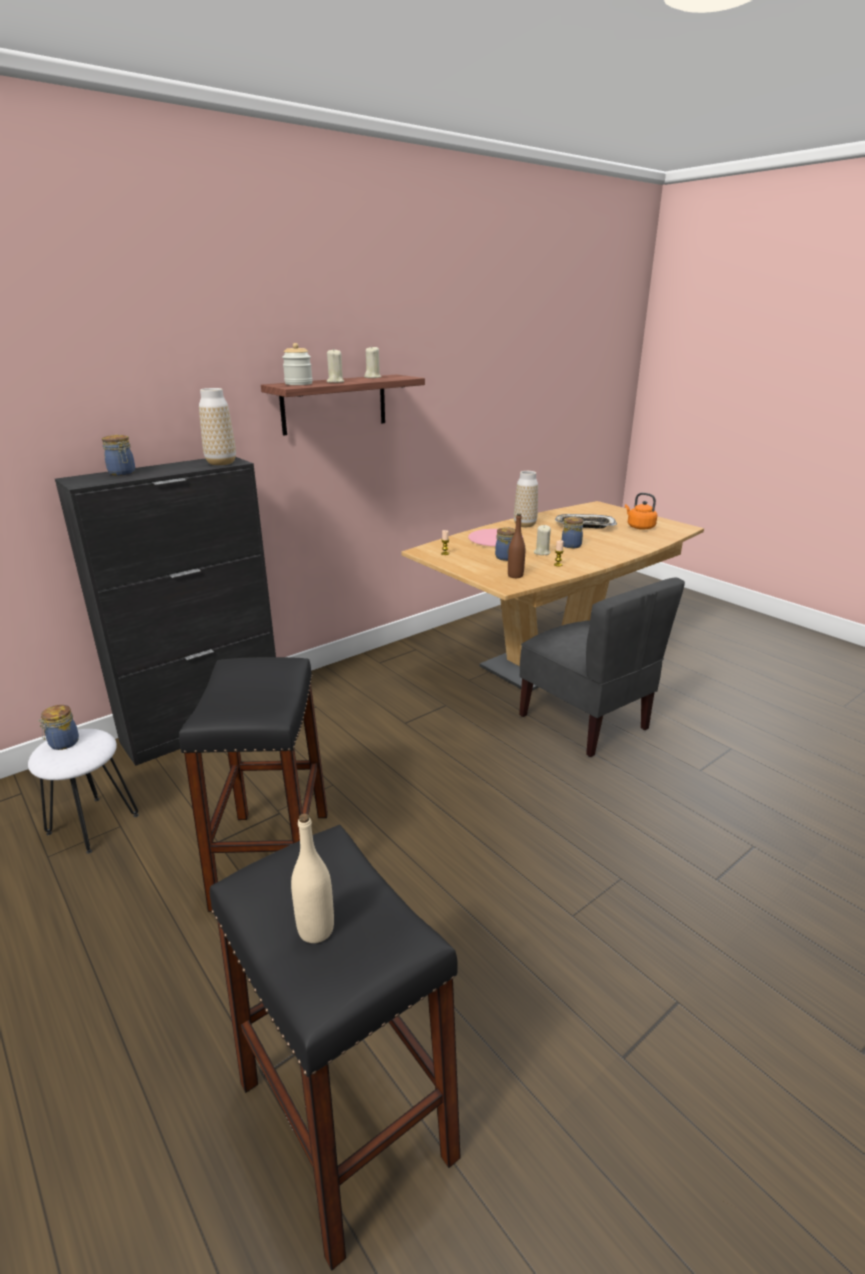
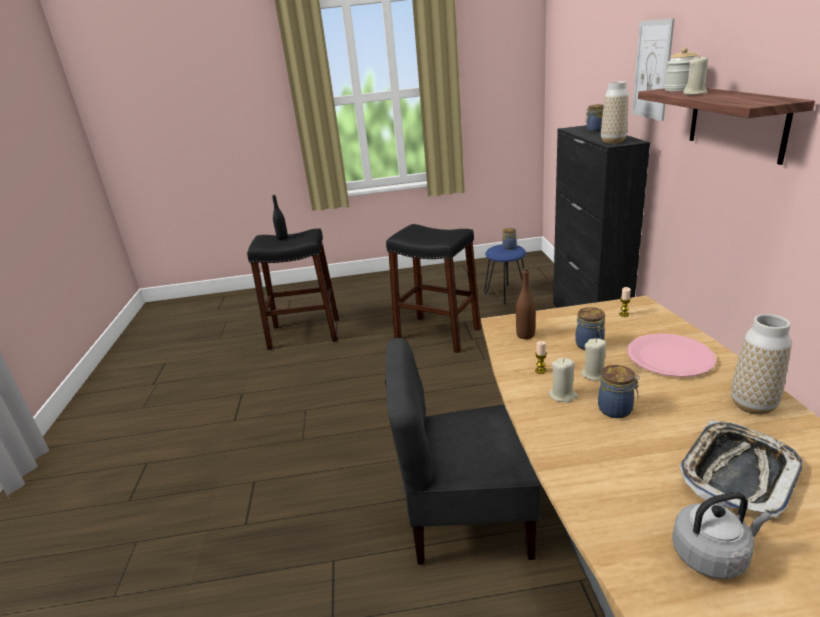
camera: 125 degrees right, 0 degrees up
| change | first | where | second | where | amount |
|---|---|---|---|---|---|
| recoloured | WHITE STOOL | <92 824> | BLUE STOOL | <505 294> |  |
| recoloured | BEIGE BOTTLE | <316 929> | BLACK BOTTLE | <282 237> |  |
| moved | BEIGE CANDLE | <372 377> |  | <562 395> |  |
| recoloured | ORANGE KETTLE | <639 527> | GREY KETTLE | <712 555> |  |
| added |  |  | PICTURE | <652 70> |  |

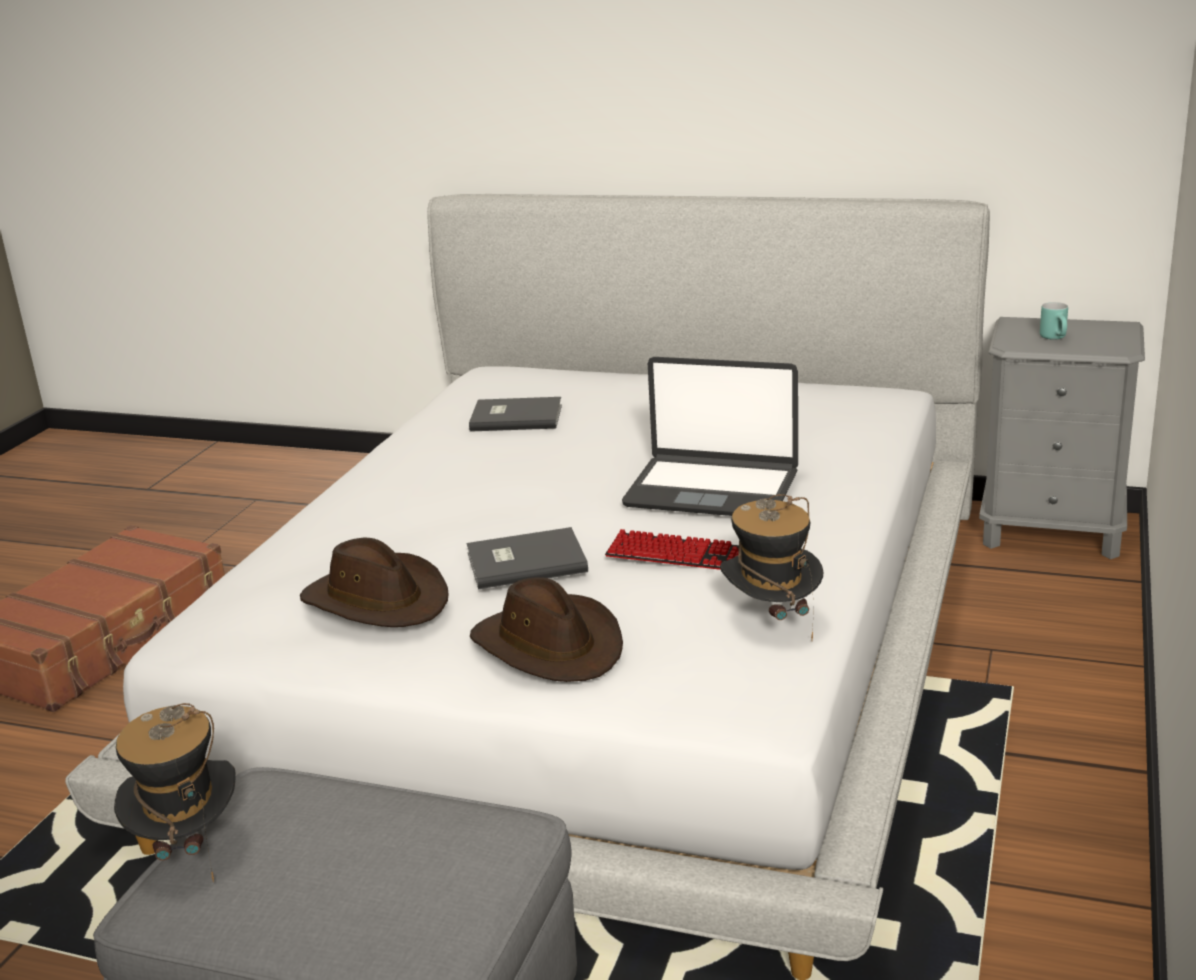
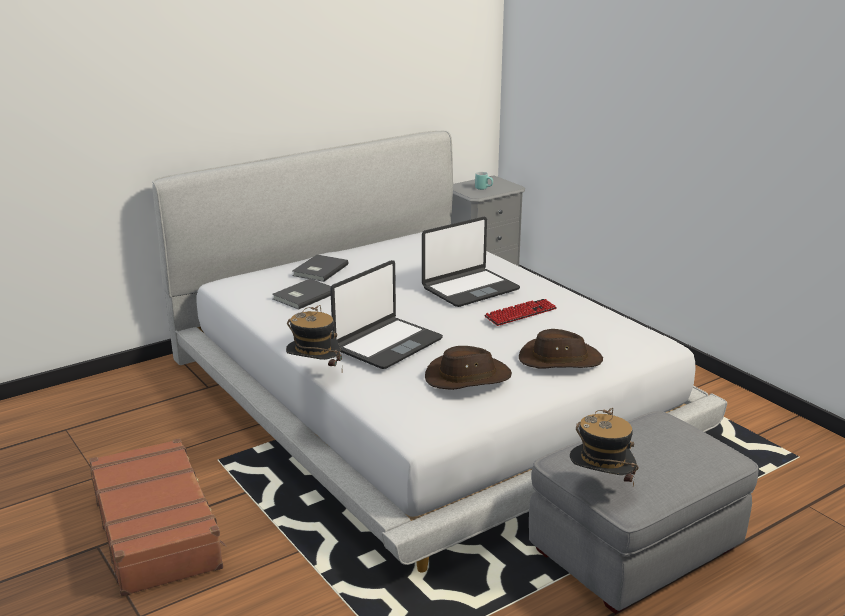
camera: 55 degrees left, 0 degrees up
| change | first | where | second | where | amount |
|---|---|---|---|---|---|
| moved | GREY BOOK | <524 561> |  | <319 270> |  |
| moved | HAT | <772 622> |  | <314 374> |  |
| added |  |  | LAPTOP | <387 344> |  |

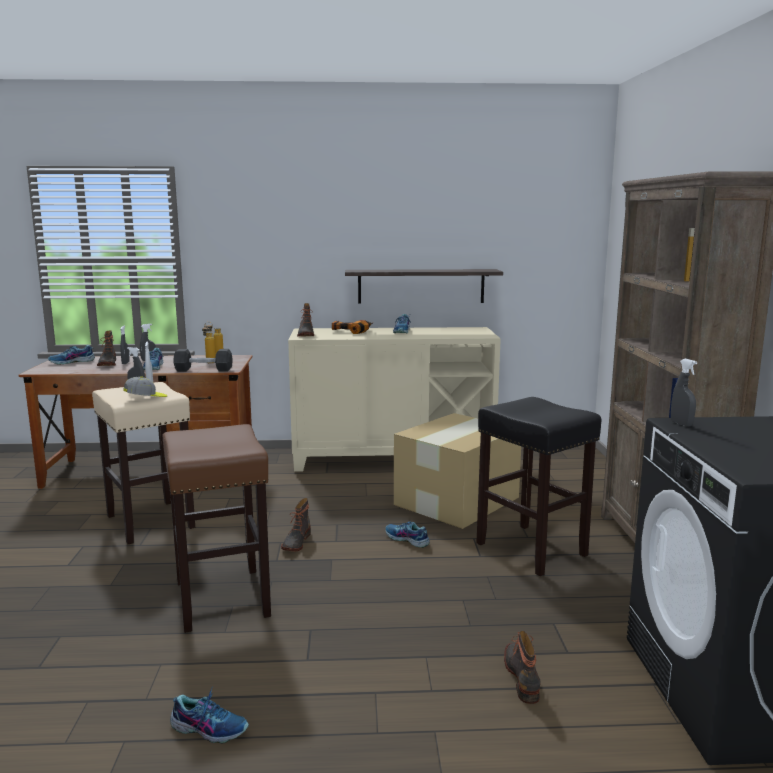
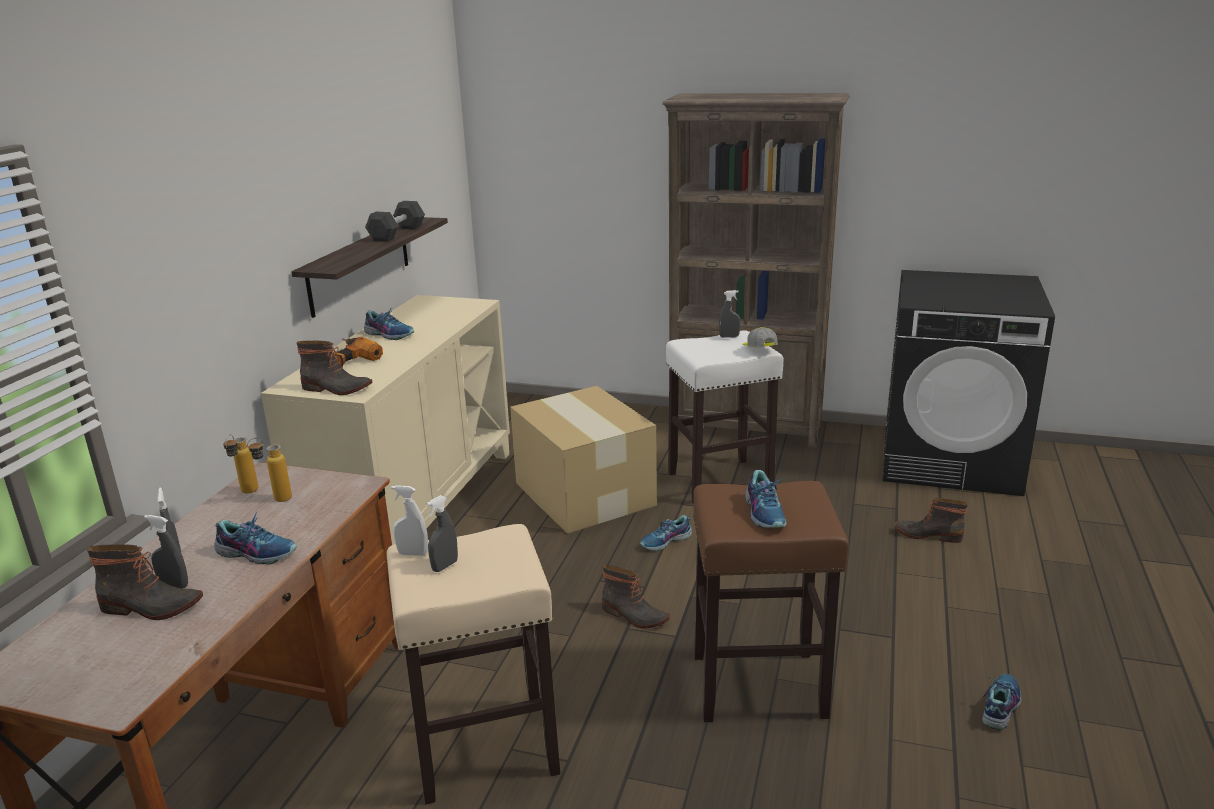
camera: 70 degrees left, 10 degrees up
| change | first | where | second | where | amount |
|---|---|---|---|---|---|
| moved | SHOE | <72 362> |  | <765 512> |  |
| moved | CAP | <146 398> |  | <759 349> |  |
| moved | BLACK DUMBBELL | <203 370> |  | <397 233> |  |
| recoloured | BLACK STOOL | <532 549> | WHITE STOOL | <721 481> |  |
| moved | GREY SPRAY BOTTLE | <681 424> |  | <729 337> |  |

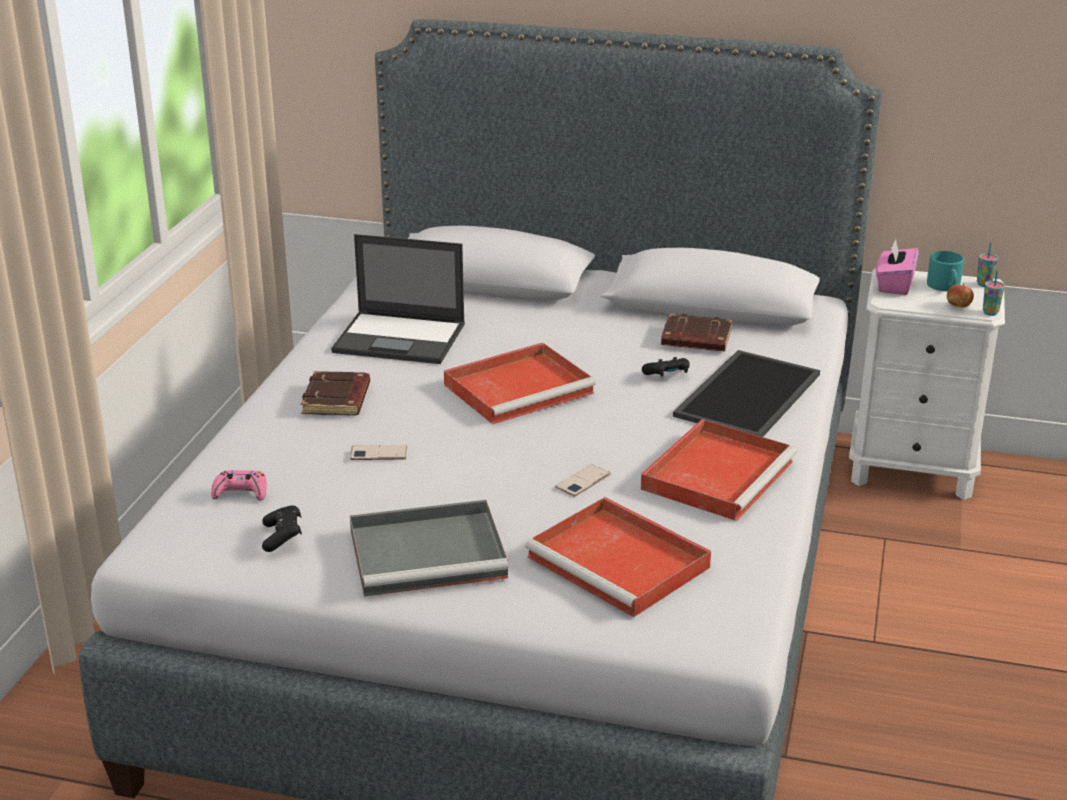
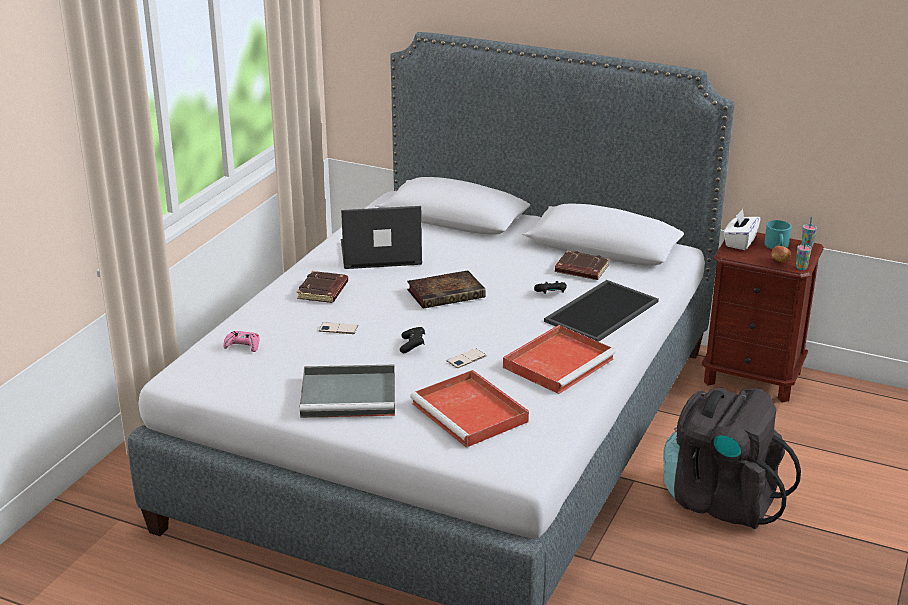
camera: 10 degrees right, 0 degrees up
| change | first | where | second | where | amount |
|---|---|---|---|---|---|
| moved | BLACK GAME CONTROLLER | <282 537> |  | <412 345> |  |
| turned | LAPTOP | <401 338> |  | <379 253> | 150 degrees clockwise |
| replaced | RED TRAY | <520 388> | BOOK | <447 293> |  |
| recoloured | WHITE NIGHTSTAND | <912 470> | BROWN NIGHTSTAND | <752 378> |  |
| recoloured | PINK TISSUE BOX | <894 285> | WHITE TISSUE BOX | <739 242> |  |
| added |  |  | BLACK BACKPACK | <721 500> |  |

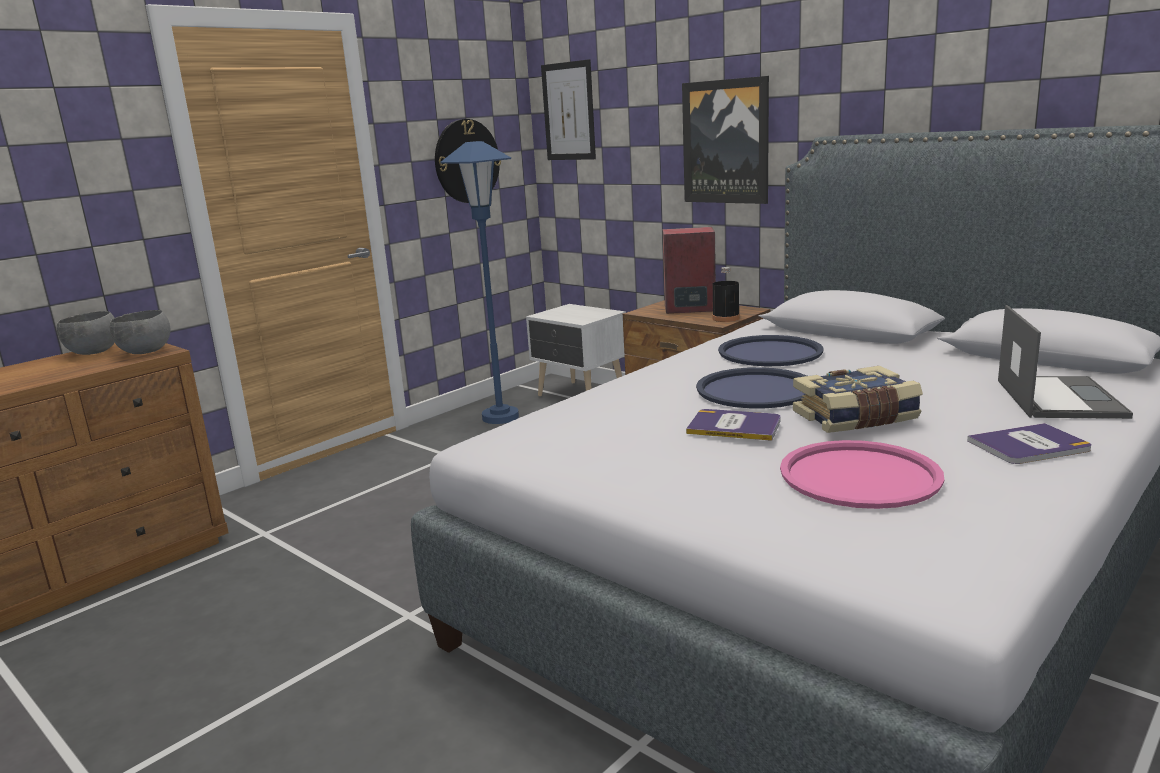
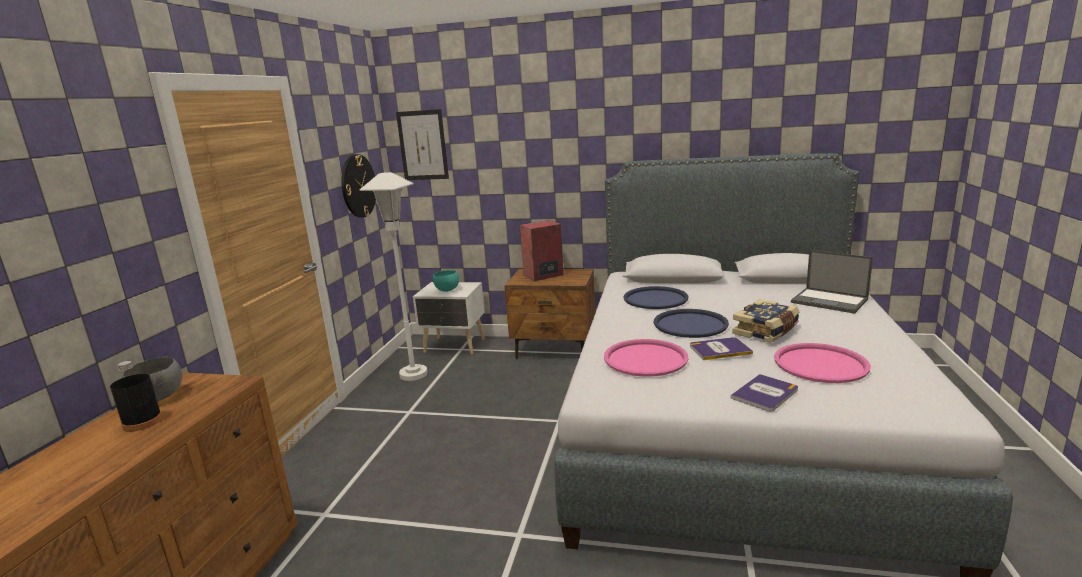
camera: 30 degrees left, 0 degrees up
| change | first | where | second | where | amount |
|---|---|---|---|---|---|
| removed | GREY BOWL | <145 352> |  |  |  |
| recoloured | BLUE FLOOR LAMP | <500 417> | WHITE FLOOR LAMP | <413 374> |  |
| removed | PICTURE | <726 142> |  |  |  |
| moved | BLACK BOTTLE | <726 318> |  | <142 422> |  |
| moved | BOOK | <1029 446> |  | <765 394> |  |
| turned | LAPTOP | <1058 398> |  | <830 301> | 150 degrees clockwise |
| added |  |  | TURQUOISE BOWL | <446 290> |  |
| added |  |  | PINK TRAY | <645 359> |  |

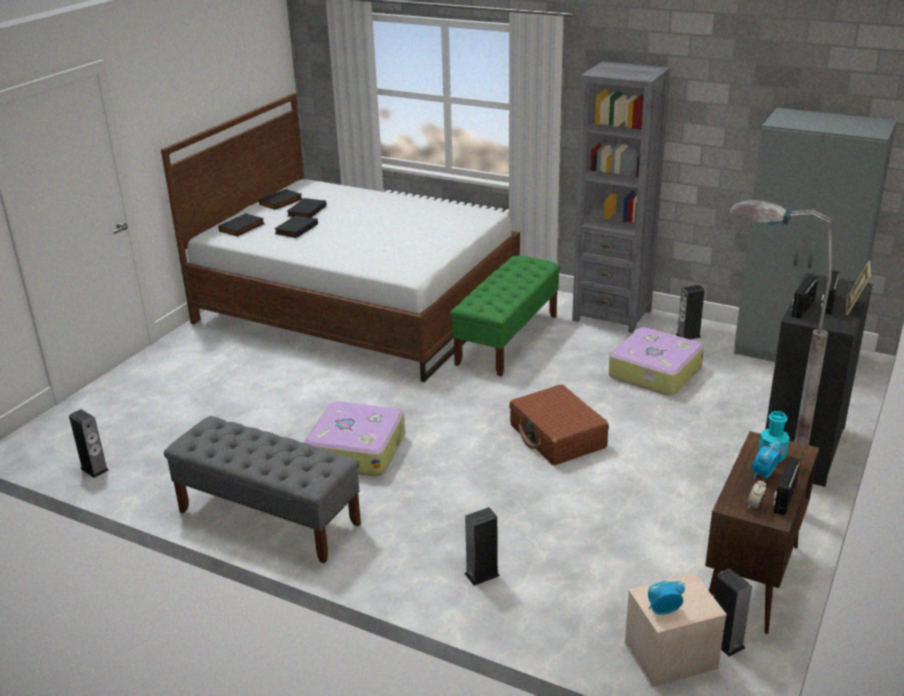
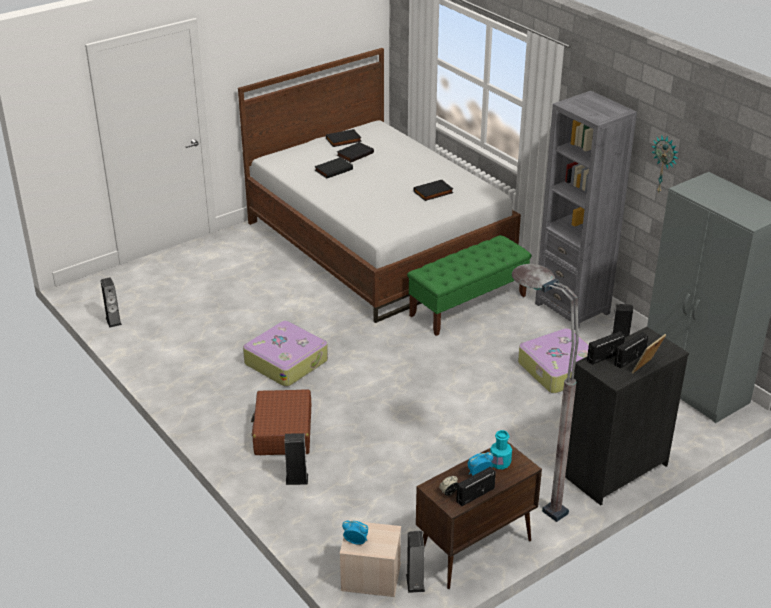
camera: 25 degrees right, 5 degrees up
| change | first | where | second | where | amount |
|---|---|---|---|---|---|
| removed | GREY BENCH | <268 518> |  |  |  |
| moved | BLACK BOOK | <242 228> |  | <433 193> |  |
| moved | BROWN SUITCASE | <557 436> |  | <283 432> |  |
| added |  |  | WALL CLOCK | <664 164> |  |

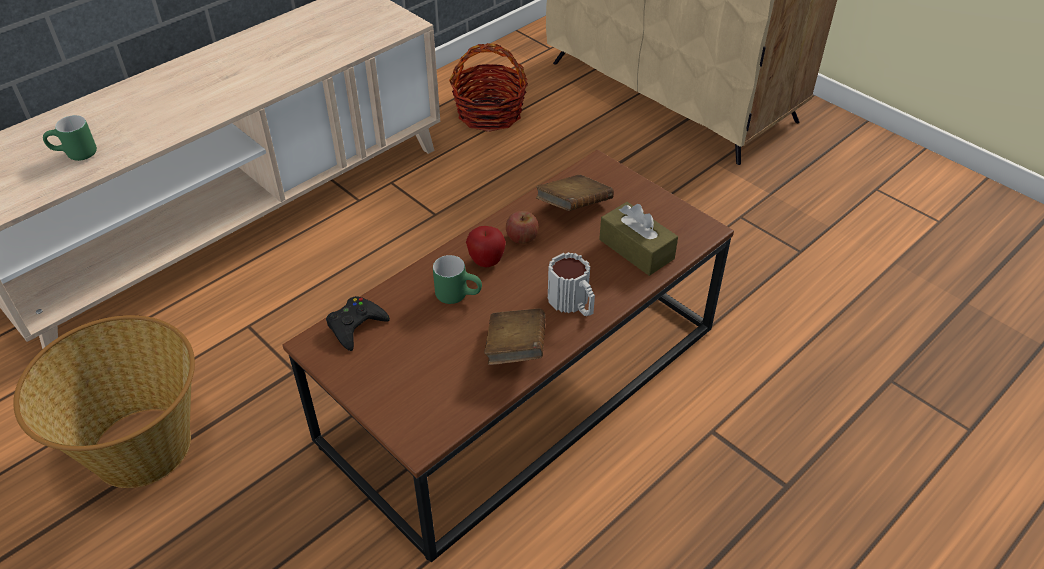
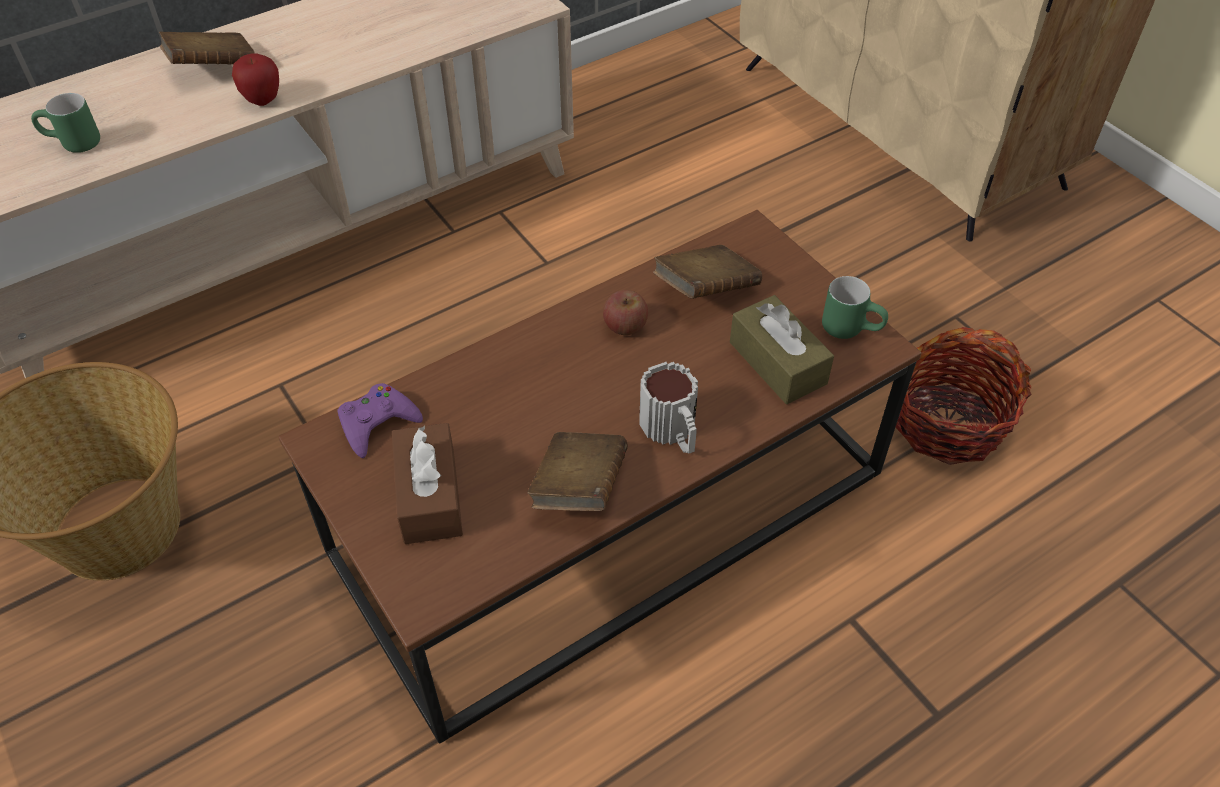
camera: 10 degrees right, 5 degrees up
| change | first | where | second | where | amount |
|---|---|---|---|---|---|
| recoloured | BLACK GAME CONTROLLER | <356 326> | PURPLE GAME CONTROLLER | <377 423> |  |
| moved | GREEN MUG | <459 294> |  | <851 328> |  |
| moved | BASKET | <490 113> |  | <947 422> |  |
| moved | APPLE | <486 262> |  | <263 100> |  |
| added |  |  | BROWN BOOK | <213 68> |  |
| added |  |  | BROWN TISSUE BOX | <429 496> |  |

